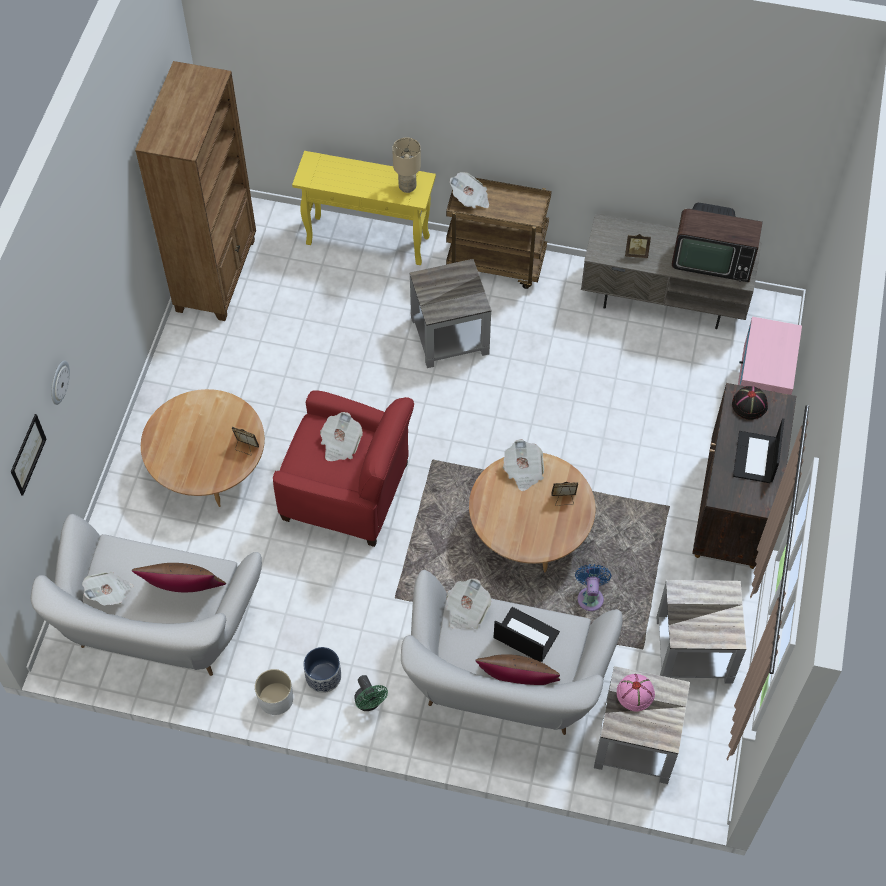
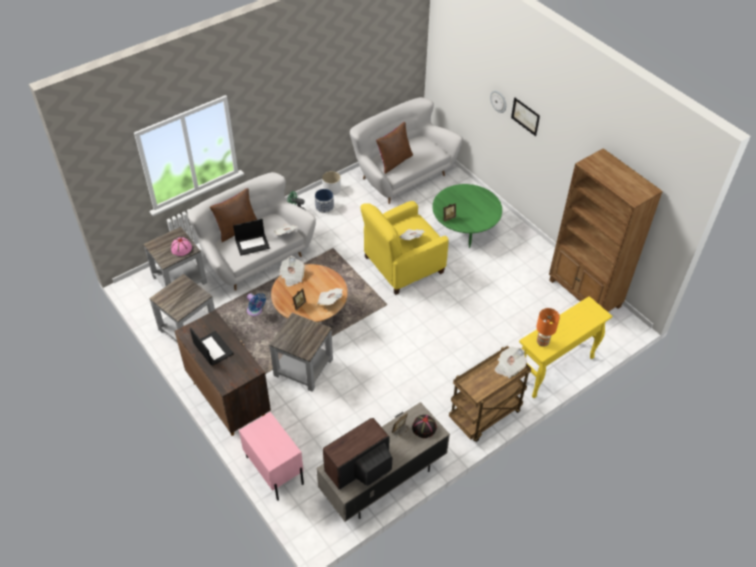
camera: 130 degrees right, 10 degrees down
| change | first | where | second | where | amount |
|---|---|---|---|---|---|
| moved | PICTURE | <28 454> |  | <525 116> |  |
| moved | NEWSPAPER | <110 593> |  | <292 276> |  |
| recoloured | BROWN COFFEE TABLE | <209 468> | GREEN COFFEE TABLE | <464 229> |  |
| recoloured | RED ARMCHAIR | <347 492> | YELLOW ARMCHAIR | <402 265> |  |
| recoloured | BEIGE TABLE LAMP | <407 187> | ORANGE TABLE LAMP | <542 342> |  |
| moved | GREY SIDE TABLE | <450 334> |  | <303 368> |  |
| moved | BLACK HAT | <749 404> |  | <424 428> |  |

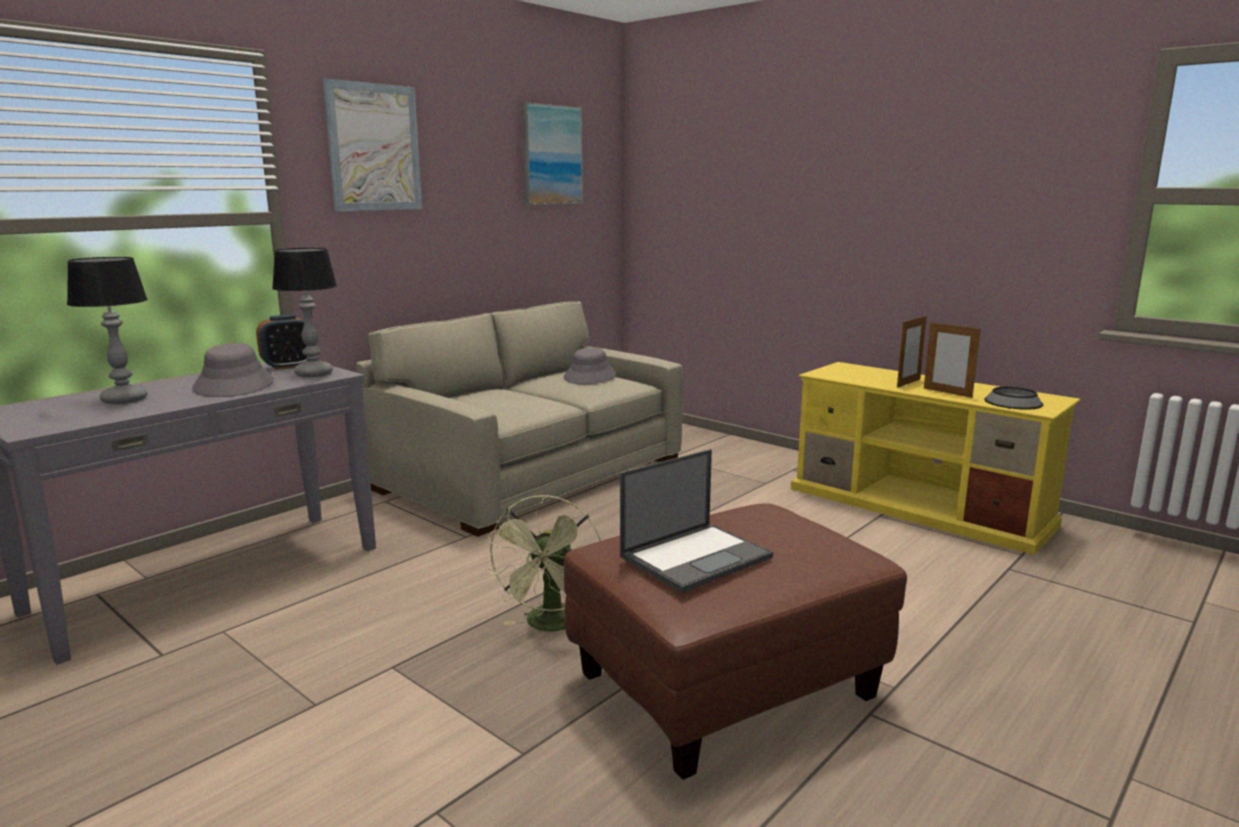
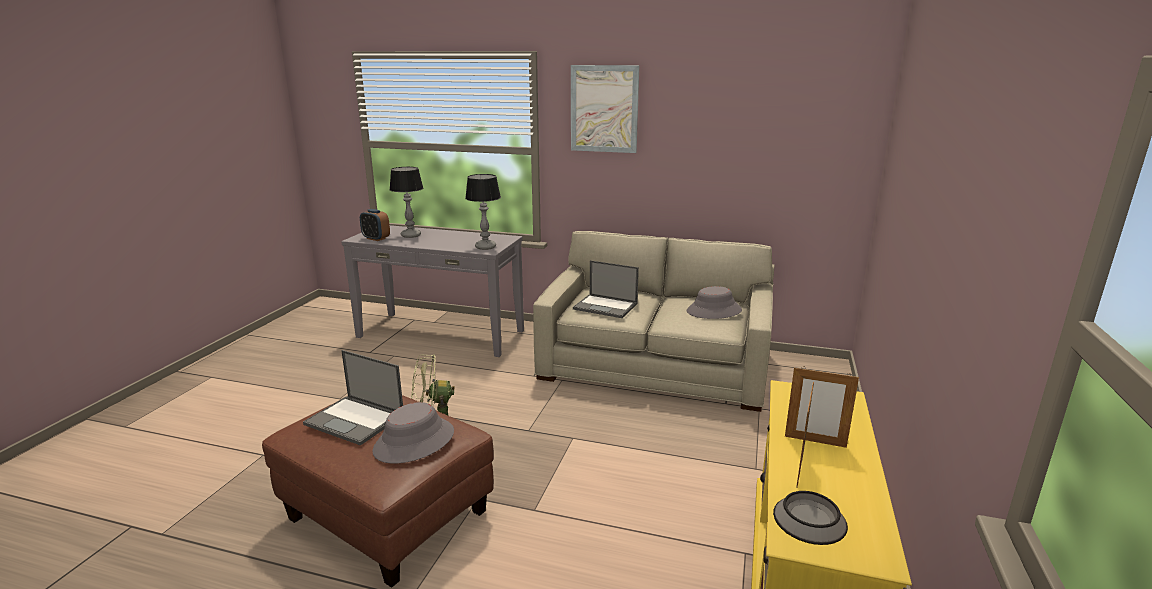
camera: 65 degrees right, 5 degrees up
| change | first | where | second | where | amount |
|---|---|---|---|---|---|
| moved | GREY HAT | <234 385> |  | <414 441> |  |
| moved | ALARM CLOCK | <288 366> |  | <376 238> |  |
| removed | PICTURE | <551 155> |  |  |  |
| added |  |  | LAPTOP | <606 306> |  |

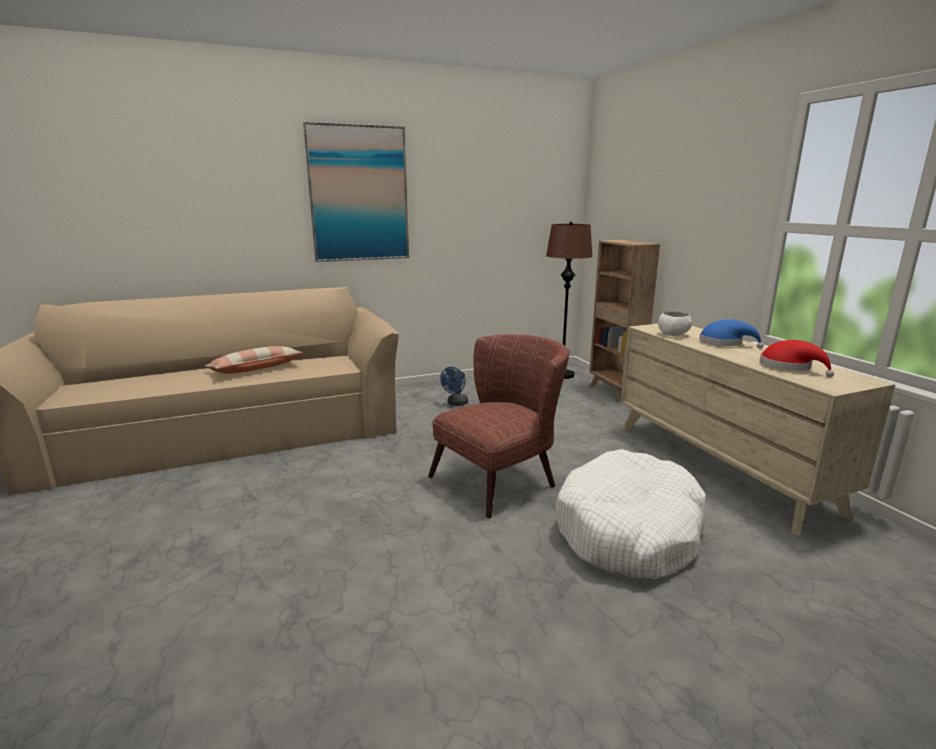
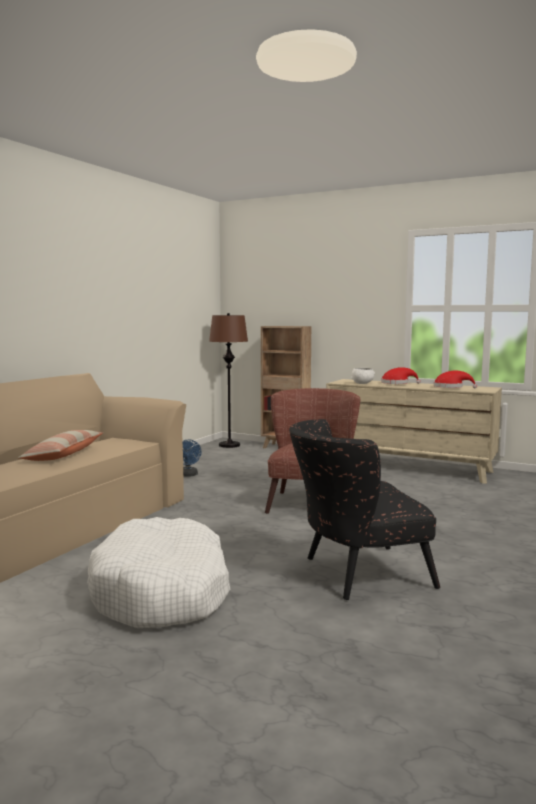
camera: 40 degrees left, 10 degrees down
| change | first | where | second | where | amount |
|---|---|---|---|---|---|
| removed | PICTURE | <359 194> |  |  |  |
| moved | WHITE DOG BED | <628 531> |  | <162 592> |  |
| recoloured | BLUE HAT | <724 343> | RED HAT | <397 383> |  |
| added |  |  | BLACK ARMCHAIR | <355 574> |  |

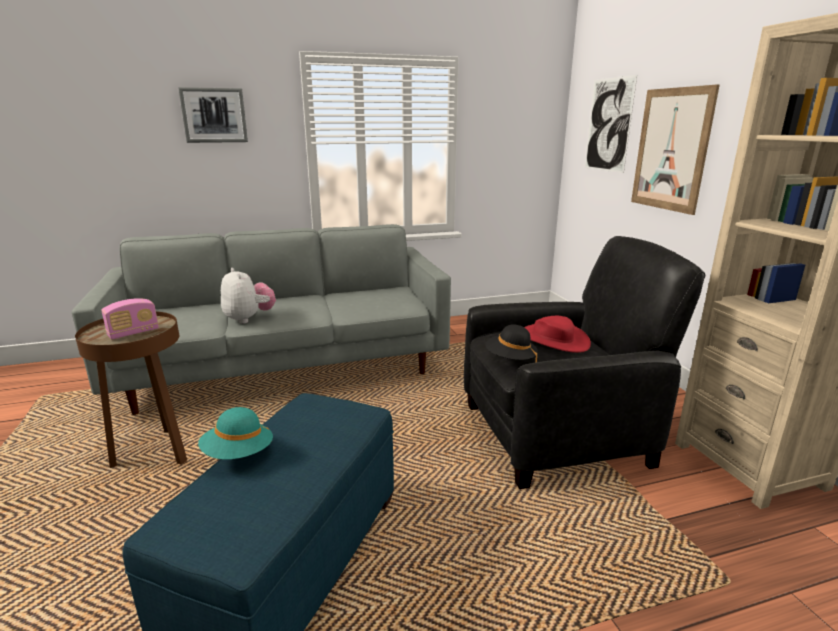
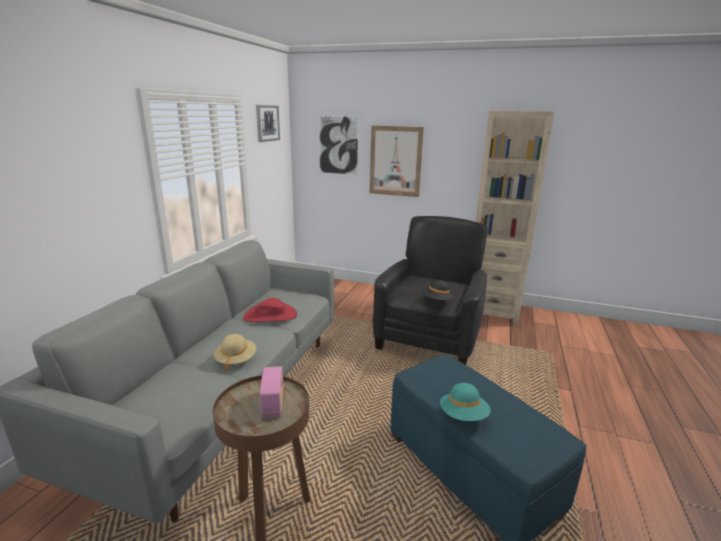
camera: 55 degrees left, 0 degrees up
| change | first | where | second | where | amount |
|---|---|---|---|---|---|
| moved | PICTURE | <214 115> |  | <267 123> |  |
| replaced | PLUSH TOY | <249 318> | BEIGE HAT | <236 360> |  |
| moved | RED HAT | <552 339> |  | <270 315> |  |

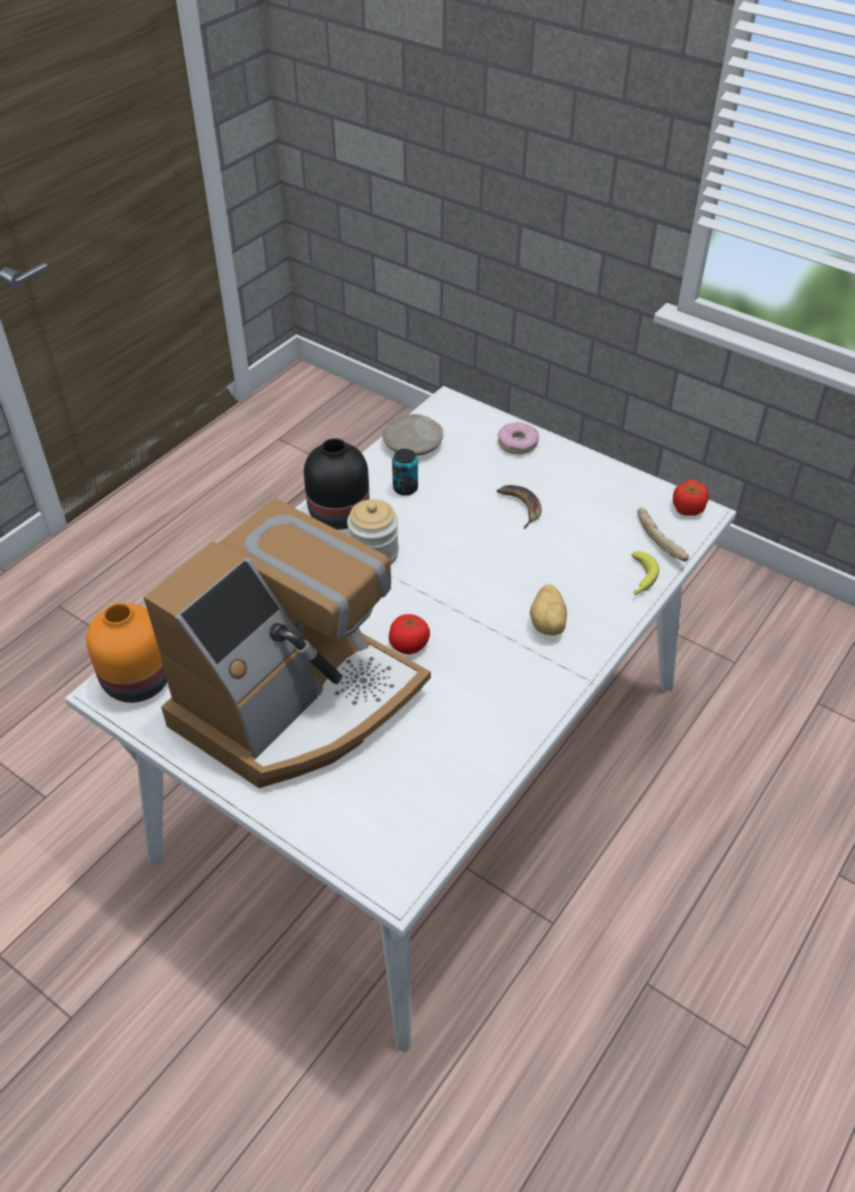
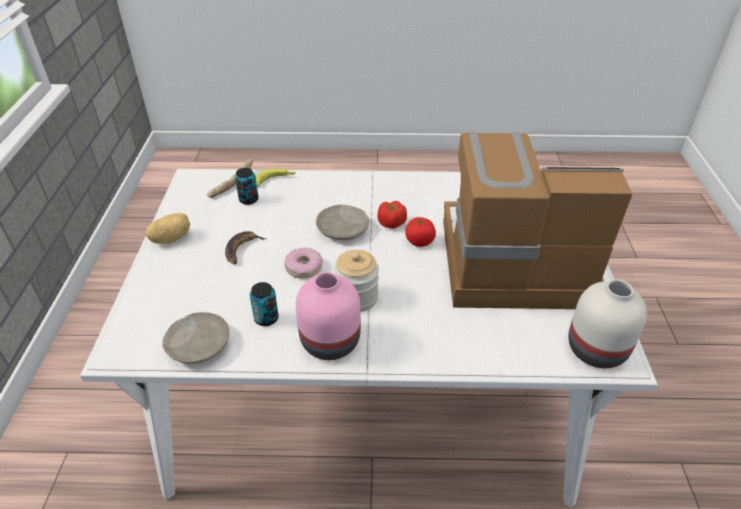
camera: 125 degrees left, 5 degrees down
| change | first | where | second | where | amount |
|---|---|---|---|---|---|
| recoloured | ORANGE VASE | <138 682> | WHITE VASE | <597 348> |  |
| recoloured | BLACK VASE | <340 514> | PINK VASE | <330 340> |  |
| moved | DONUT | <517 443> |  | <303 267> |  |
| moved | POTATO | <548 623> |  | <171 238> |  |
| moved | TOMATO | <688 508> |  | <392 223> |  |
| added |  |  | CAN | <248 199> |  |
| added |  |  | BEIGE PLATE | <343 229> |  |

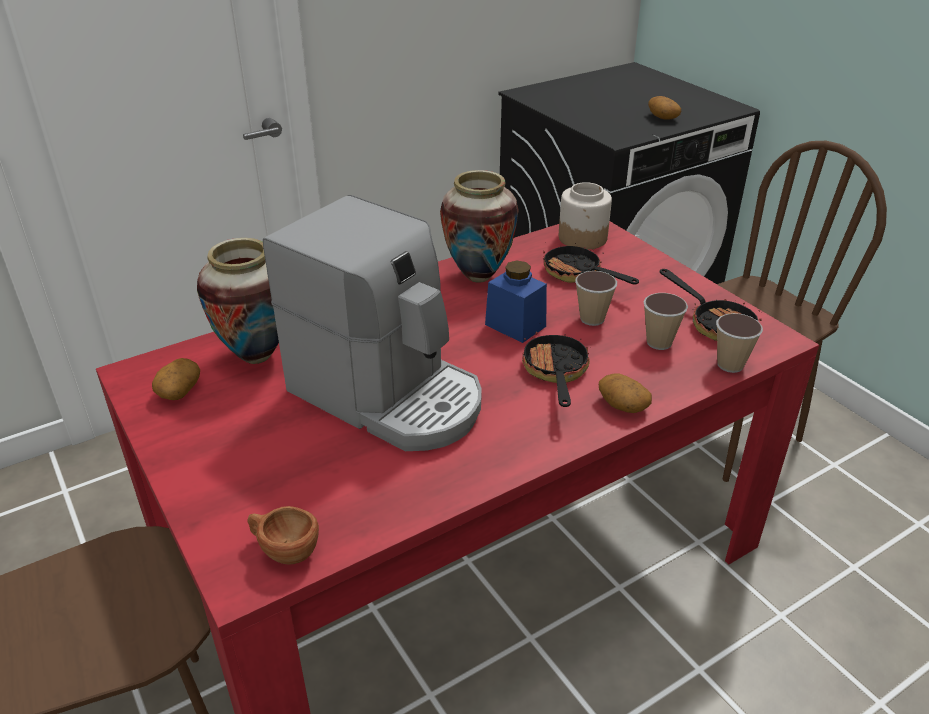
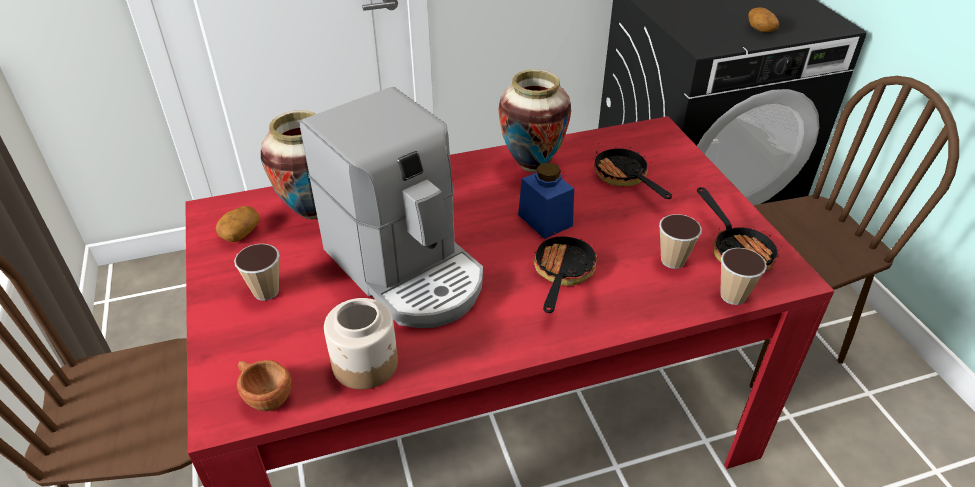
camera: 15 degrees right, 5 degrees up
| change | first | where | second | where | amount |
|---|---|---|---|---|---|
| moved | JAR | <583 238> |  | <366 363> |  |
| moved | CUP | <592 319> |  | <266 291> |  |
| removed | POTATO | <622 405> |  |  |  |

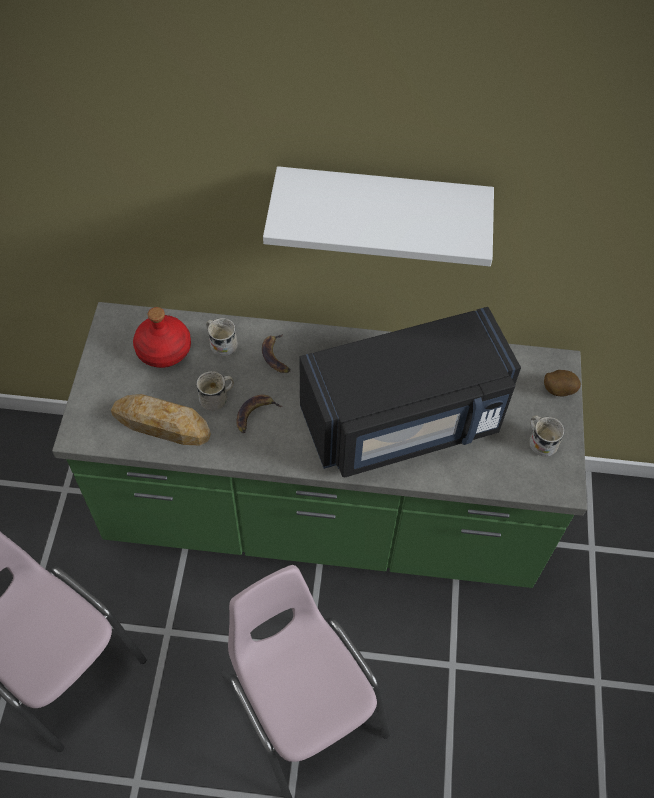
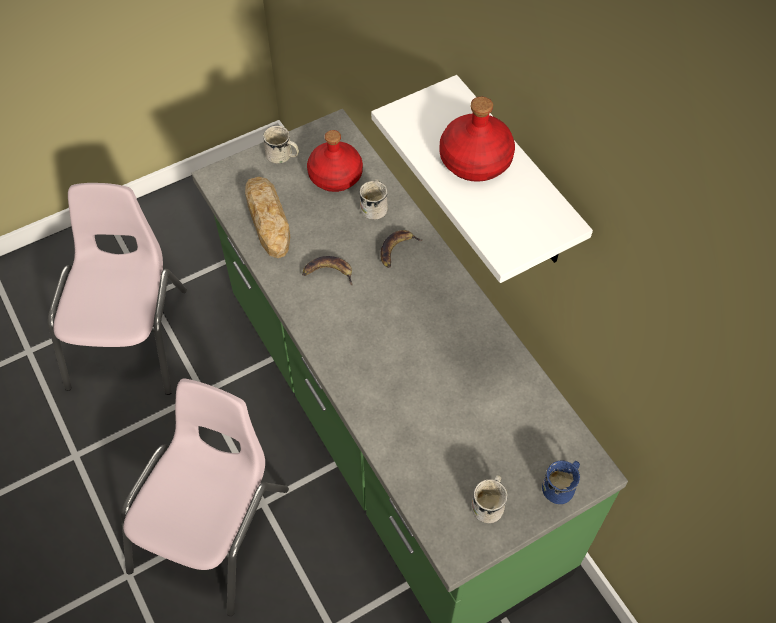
camera: 55 degrees right, 0 degrees up
| change | first | where | second | where | amount |
|---|---|---|---|---|---|
| moved | WHITE MUG | <218 398> |  | <283 156> |  |
| removed | BLACK MICROWAVE | <404 422> |  |  |  |
| replaced | POTATO | <557 390> | BLUE MUG | <561 486> |  |
| added |  |  | RED BOTTLE | <474 160> |  |

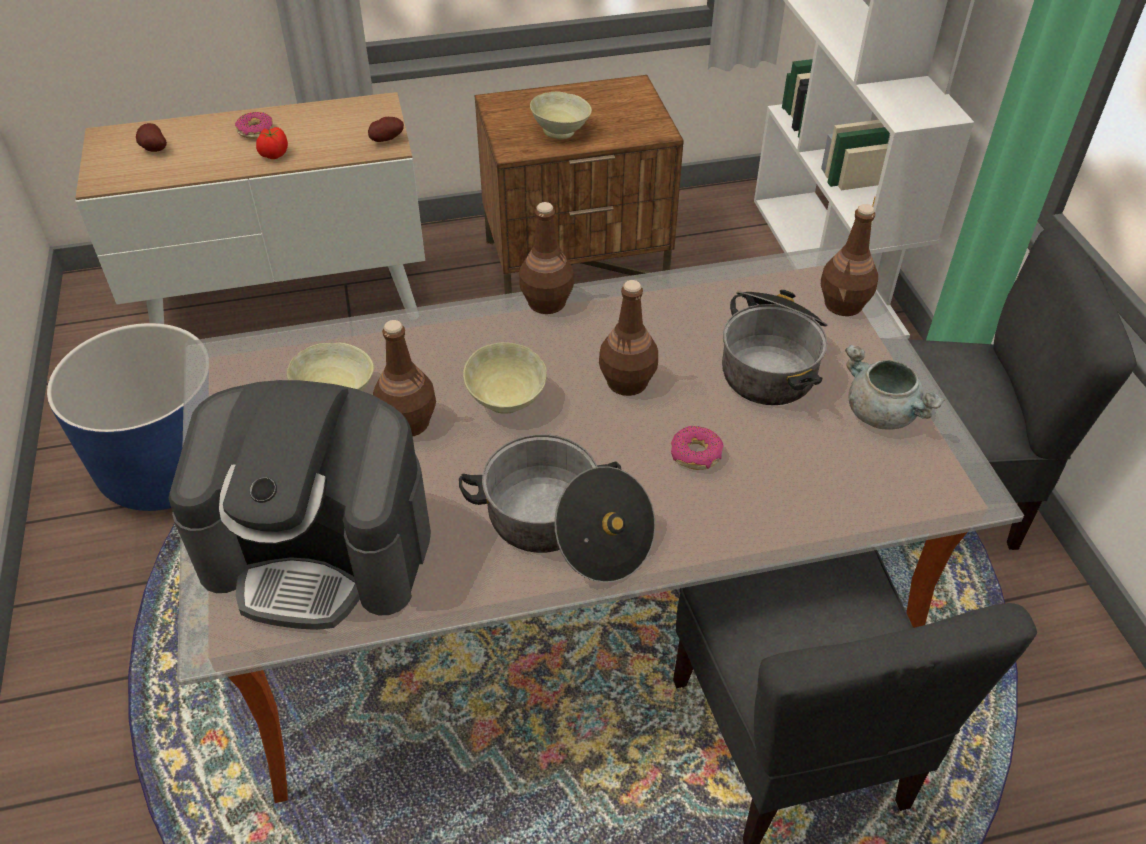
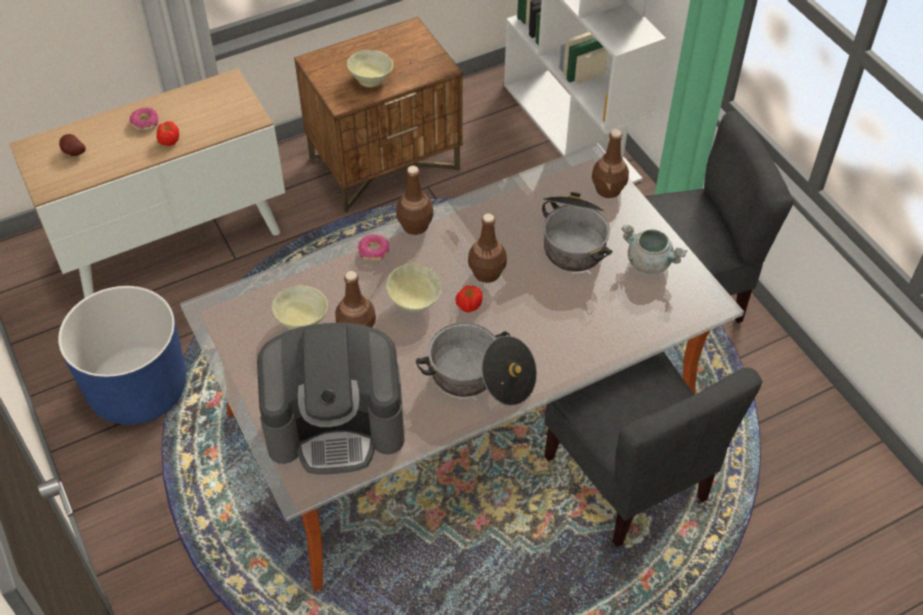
camera: 15 degrees left, 5 degrees up
| change | first | where | second | where | amount |
|---|---|---|---|---|---|
| removed | POTATO | <386 139> |  |  |  |
| moved | DONUT | <696 454> |  | <374 251> |  |
| added |  |  | TOMATO | <468 305> |  |

